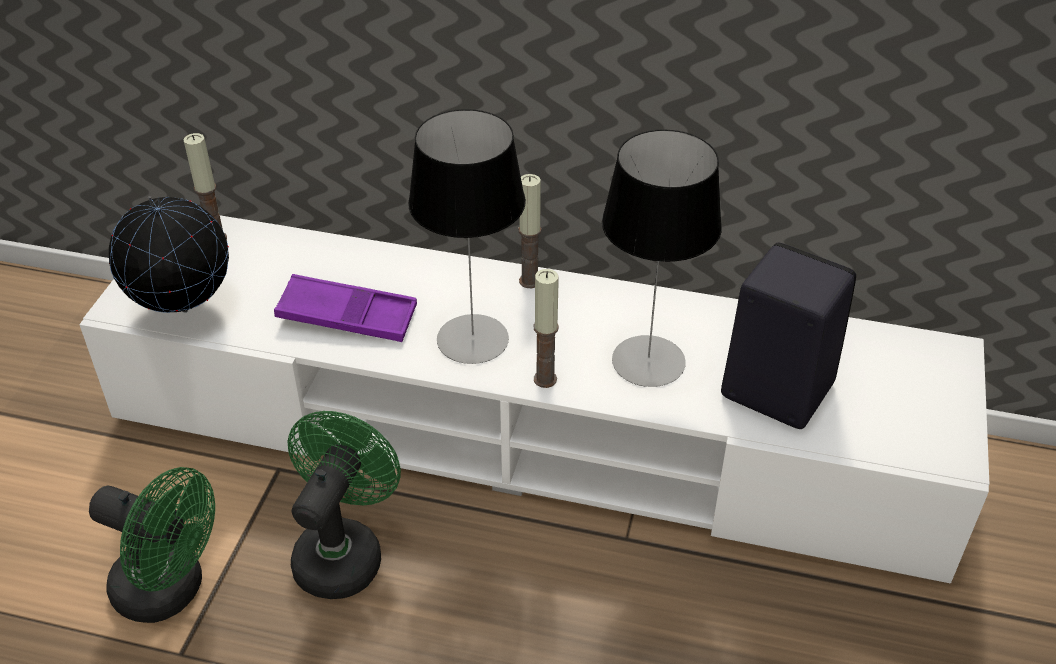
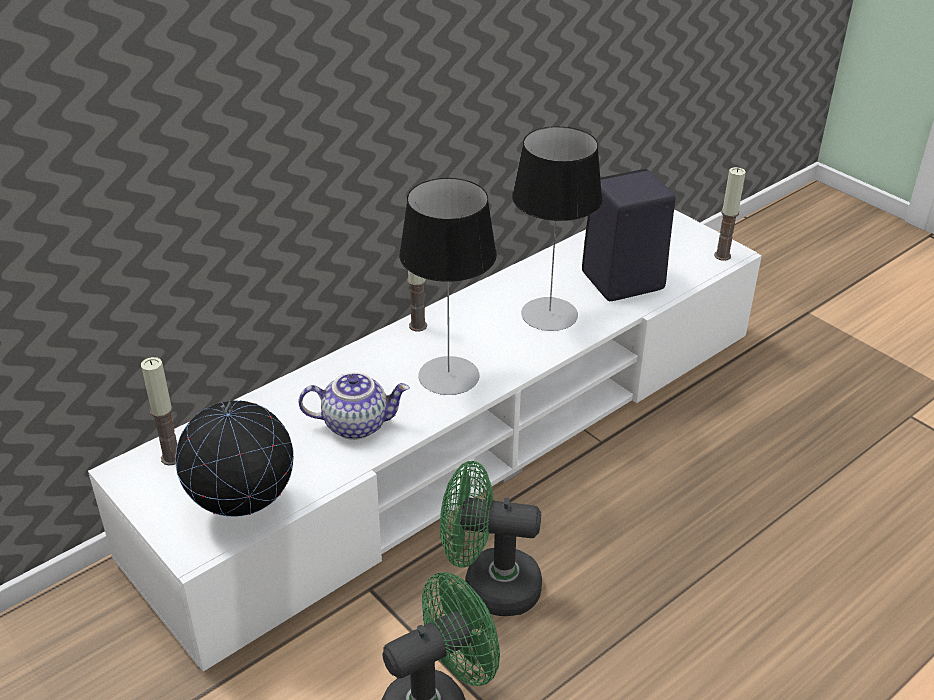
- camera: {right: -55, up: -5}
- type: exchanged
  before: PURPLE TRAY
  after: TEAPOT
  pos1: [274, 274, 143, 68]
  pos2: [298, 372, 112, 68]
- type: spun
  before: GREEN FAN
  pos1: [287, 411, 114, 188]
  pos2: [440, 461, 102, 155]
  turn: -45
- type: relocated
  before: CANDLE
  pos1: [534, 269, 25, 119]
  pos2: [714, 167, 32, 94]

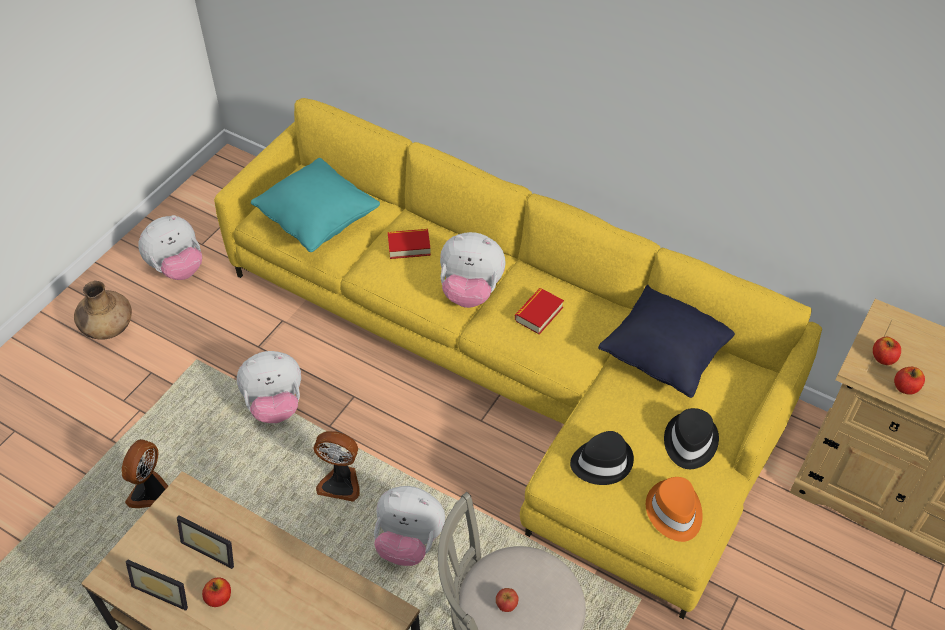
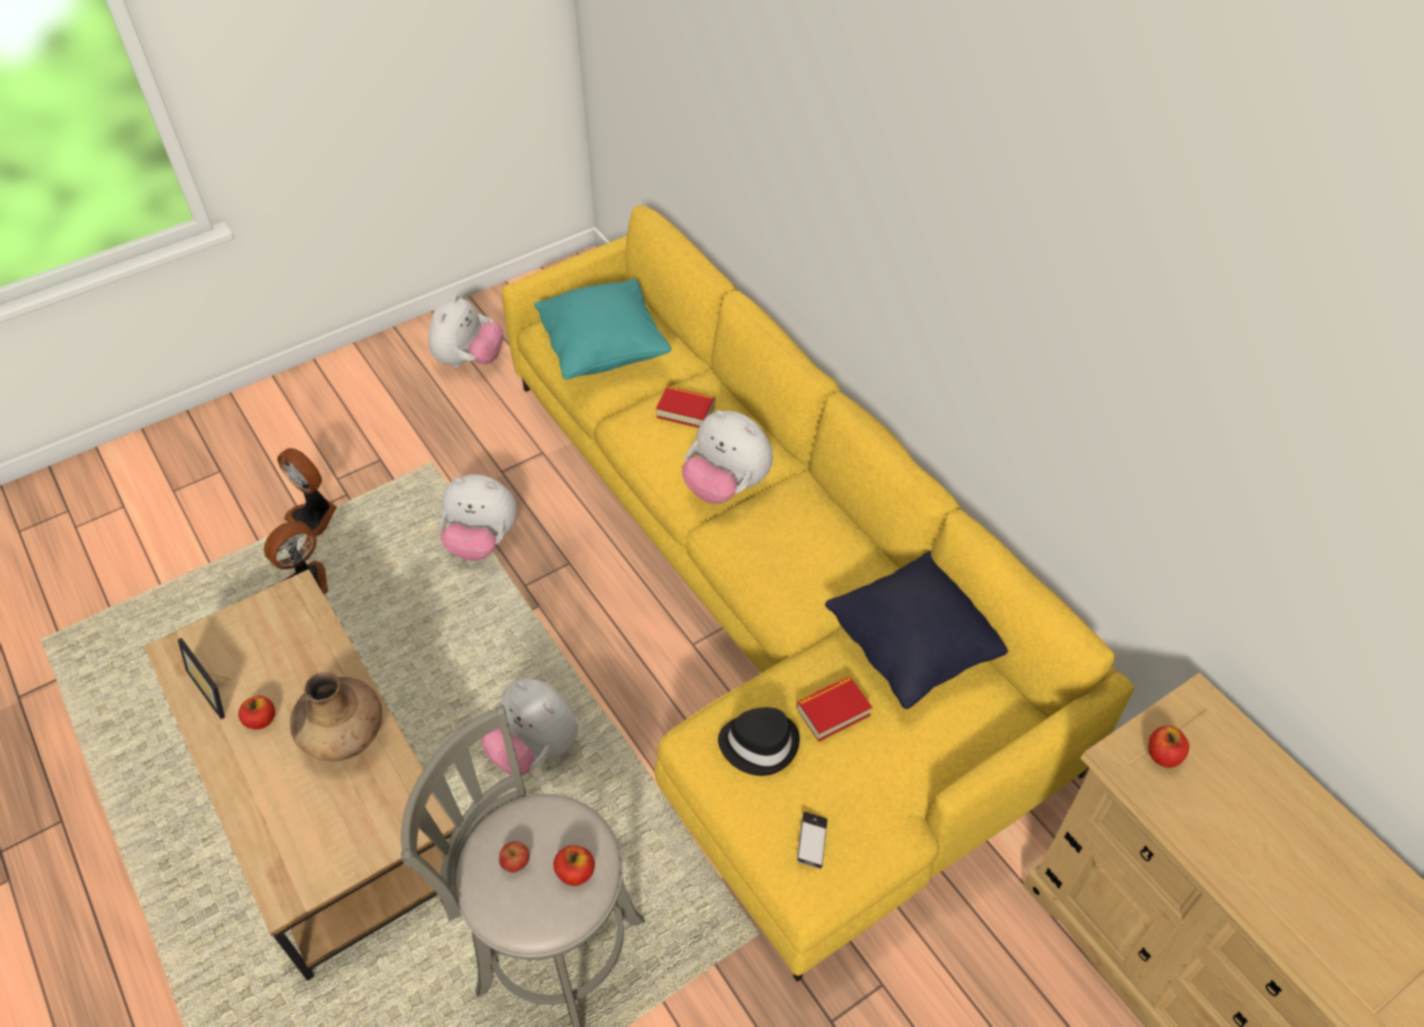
- camera: {right: 25, up: 0}
- type: relocated
  before: FAN
  pos1: [313, 431, 47, 71]
  pos2: [277, 448, 60, 88]
- type: relocated
  before: BROWN VASE
  pos1: [74, 281, 58, 59]
  pos2: [290, 672, 92, 89]
- type: spun
  before: PLUSH TOY
  pos1: [138, 215, 64, 65]
  pos2: [428, 295, 75, 72]
  turn: -60
- type: relocated
  before: APPLE
  pos1: [894, 367, 31, 27]
  pos2: [553, 845, 42, 41]
- type: relocated
  before: BOOK
  pos1: [515, 288, 49, 47]
  pos2: [796, 676, 76, 66]
- type: exchanged
  before: ORANGE HAT
  after: PHONE
  pos1: [646, 477, 57, 65]
  pos2: [797, 812, 30, 57]
- type: missing
  before: PICTURE FRAME
  pos1: [177, 515, 57, 54]
- type: missing
  before: BLACK HAT
  pos1: [664, 408, 55, 61]

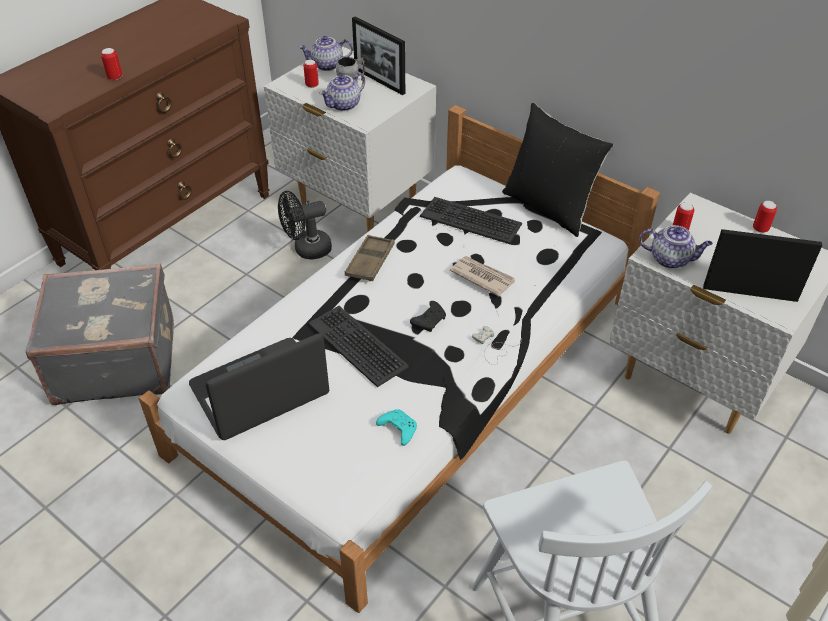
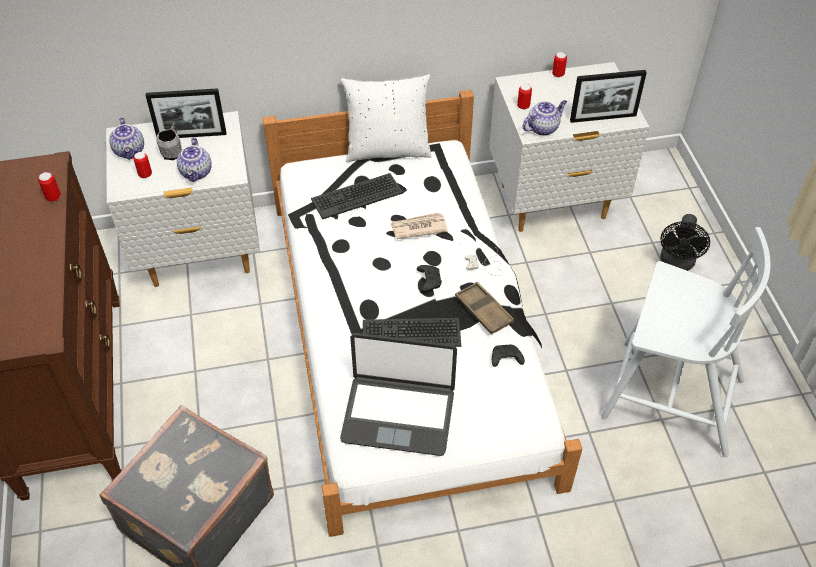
- camera: {right: -50, up: 5}
- type: relocated
  before: CAN
  pos1: [101, 48, 21, 32]
  pos2: [38, 172, 23, 30]
- type: spun
  before: TEAPOT
  pos1: [299, 36, 54, 35]
  pos2: [109, 117, 35, 43]
  turn: -45
- type: spun
  before: LAPTOP
  pos1: [189, 333, 140, 107]
  pos2: [340, 333, 117, 123]
  turn: -90
- type: colour
  before: BLACK PILLOW
  after: WHITE PILLOW
  pos1: [502, 103, 111, 134]
  pos2: [341, 74, 91, 88]
- type: relocated
  before: BROWN TRAY
  pos1: [345, 235, 50, 46]
  pos2: [455, 282, 59, 52]
- type: colour
  before: TURQUOISE GAME CONTROLLER
  after: BLACK GAME CONTROLLER
  pos1: [376, 409, 41, 37]
  pos2: [492, 345, 33, 22]
- type: spun
  before: PICTURE FRAME
  pos1: [703, 229, 119, 73]
  pos2: [570, 70, 77, 53]
  turn: -150
- type: relocated
  before: BLACK FAN
  pos1: [278, 191, 54, 69]
  pos2: [660, 214, 50, 57]

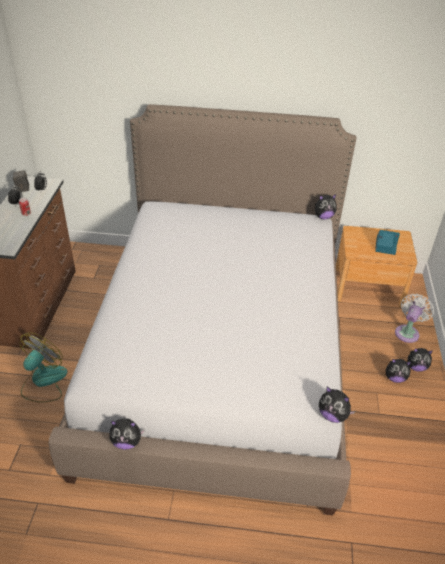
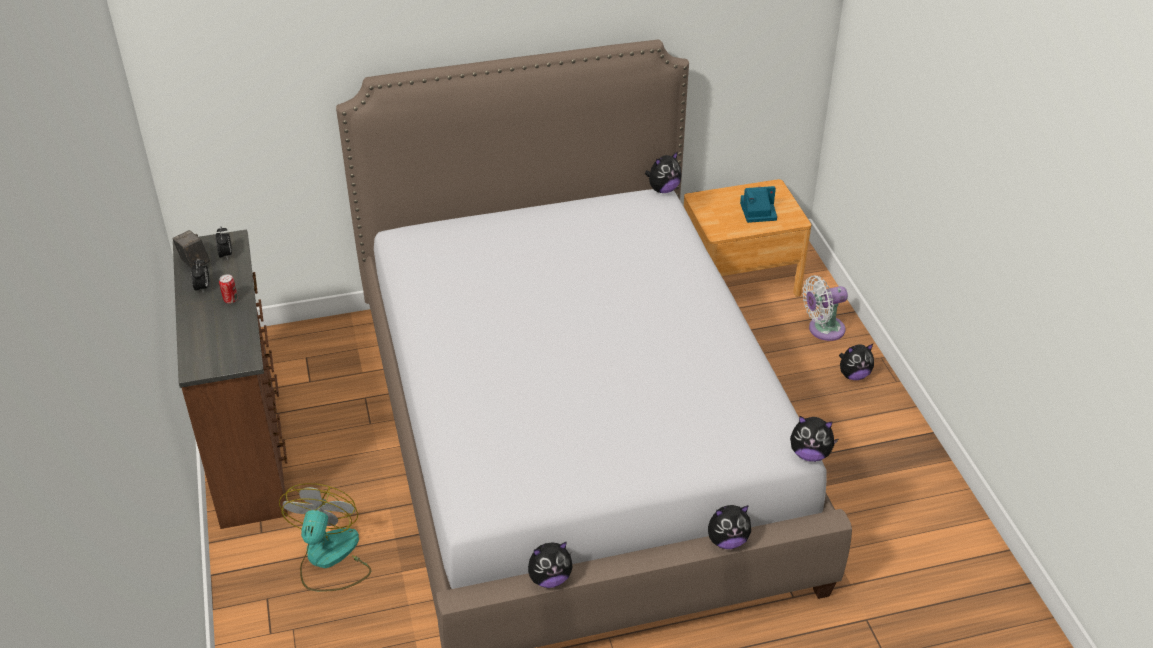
- camera: {right: -20, up: 0}
- type: relocated
  before: PLUSH TOY
  pos1: [386, 359, 25, 24]
  pos2: [708, 505, 43, 44]
- type: spun
  before: WHITE FAN
  pos1: [395, 294, 39, 49]
  pos2: [802, 275, 46, 66]
  turn: -120

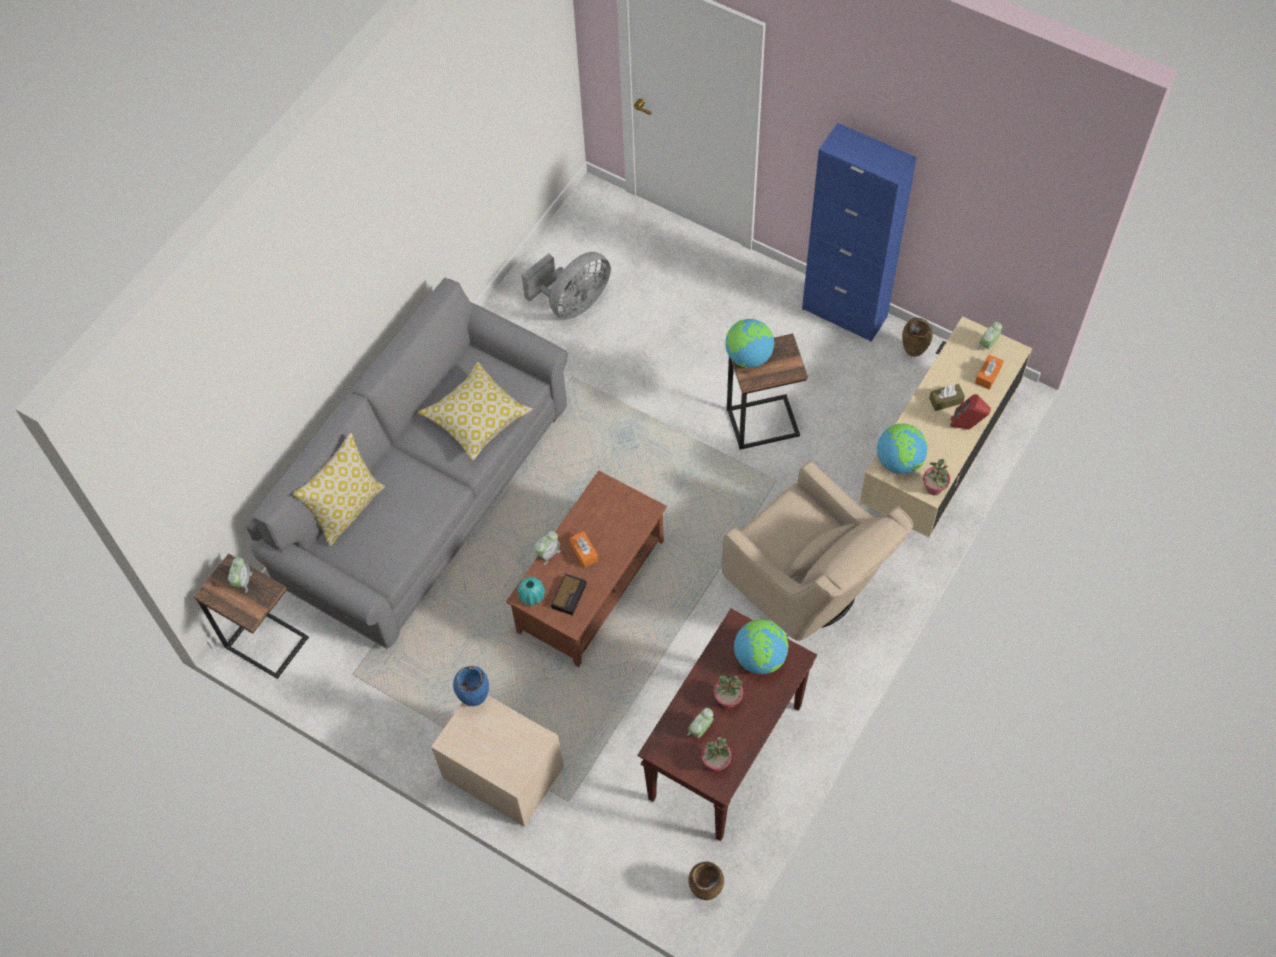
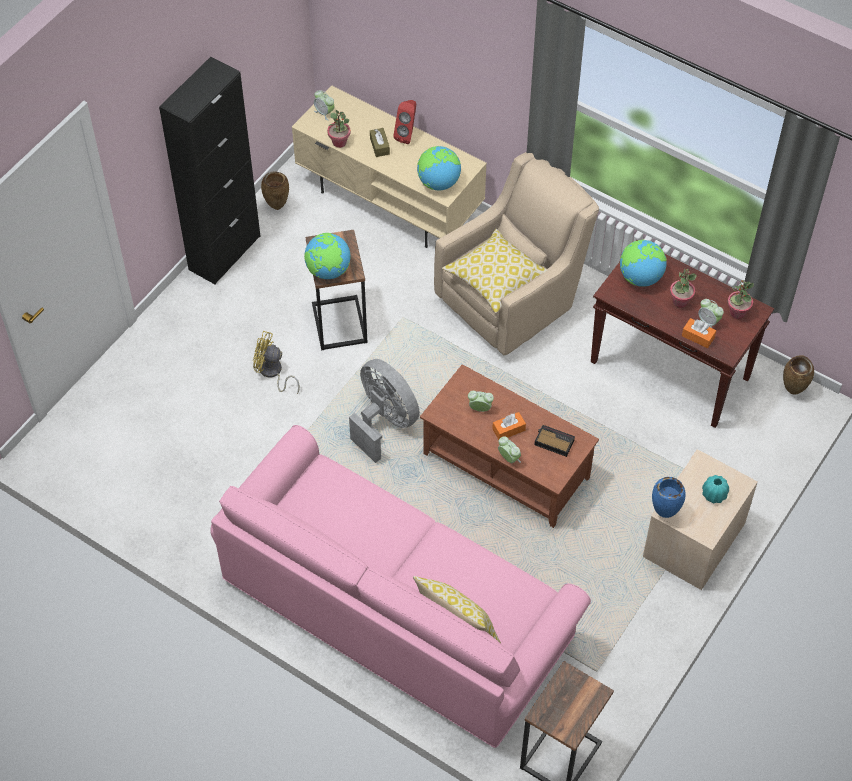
- camera: {right: -90, up: -5}
- type: colour
  before: BLUE CABINET
  after: BLACK CABINET
  pos1: [802, 123, 115, 219]
  pos2: [159, 57, 101, 228]
- type: colour
  before: GREY SOFA
  after: PINK SOFA
  pos1: [246, 278, 322, 371]
  pos2: [210, 425, 381, 323]
- type: appeared
  after: YELLOW FAN
  pos2: [253, 331, 47, 63]
- type: relocated
  before: POTTED PLANT
  pos1: [923, 459, 27, 36]
  pos2: [327, 110, 24, 38]
- type: relocated
  before: GREY FAN
  pos1: [521, 252, 90, 67]
  pos2: [349, 359, 71, 104]
- type: relocated
  before: PILLOW
  pos1: [418, 362, 114, 99]
  pos2: [442, 229, 105, 84]
- type: relocated
  before: ALARM CLOCK
  pos1: [228, 557, 24, 36]
  pos2: [468, 391, 26, 21]
- type: relocated
  before: ORANGE TISSUE BOX
  pos1: [975, 355, 28, 35]
  pos2: [682, 318, 34, 30]
- type: relocated
  before: TURQUOISE VASE
  pos1: [518, 577, 27, 29]
  pos2: [702, 475, 27, 28]

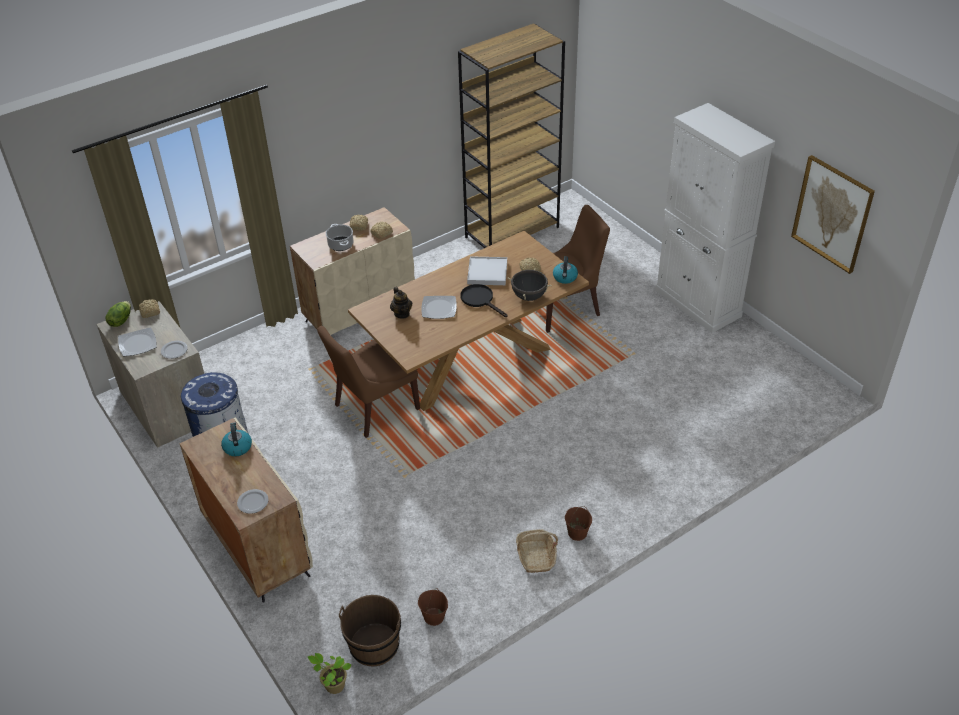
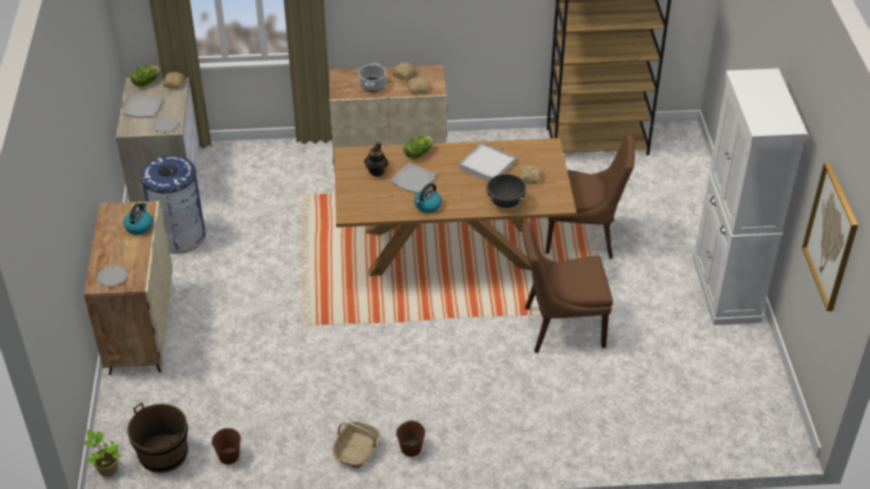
- camera: {right: 30, up: 0}
- type: appeared
  after: LETTUCE
  pos2: [403, 136, 30, 23]
- type: relocated
  before: KETTLE
  pos1: [553, 256, 25, 28]
  pos2: [414, 183, 28, 30]
- type: relocated
  before: BROWN CHAIR
  pos1: [317, 326, 103, 112]
  pos2: [522, 222, 91, 131]
- type: missing
  before: BLACK FRYING PAN
  pos1: [460, 284, 48, 33]

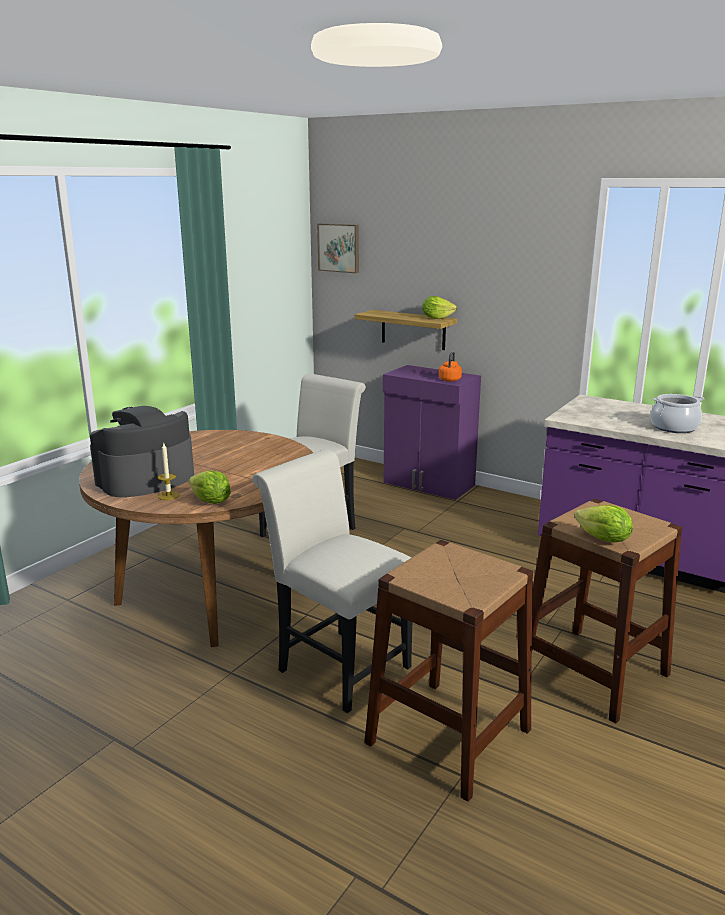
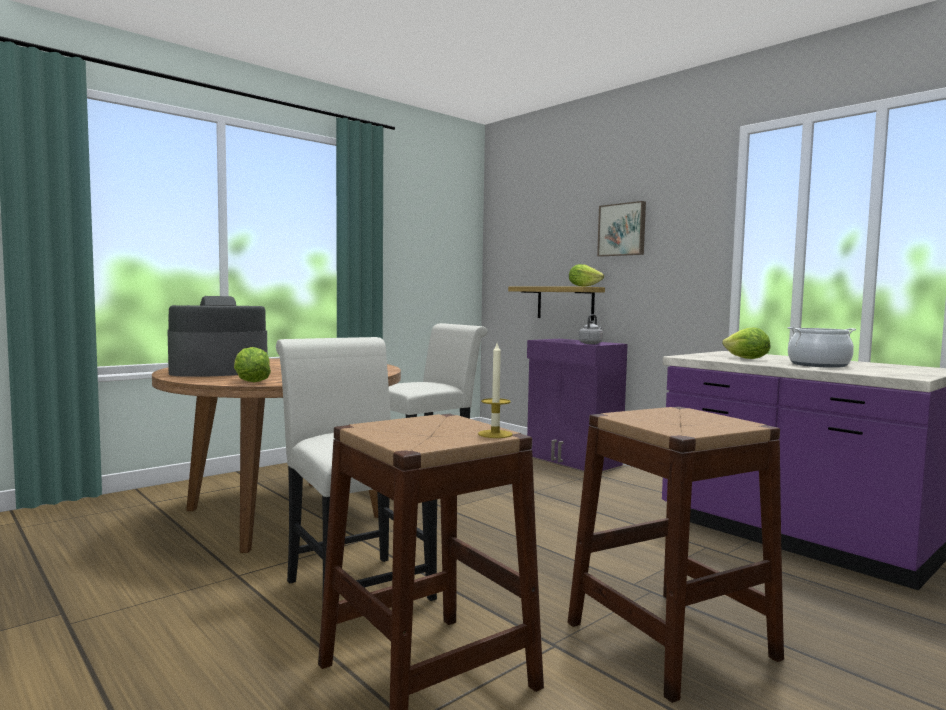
- camera: {right: 15, up: -15}
- type: relocated
  before: CANDLE
  pos1: [158, 442, 22, 58]
  pos2: [478, 343, 34, 95]
- type: colour
  before: ORANGE KETTLE
  after: GREY KETTLE
  pos1: [438, 352, 24, 30]
  pos2: [579, 314, 24, 30]
- type: relocated
  before: PICTURE
  pos1: [317, 223, 42, 50]
  pos2: [597, 201, 49, 55]
- type: relocated
  before: LETTUCE
  pos1: [574, 505, 59, 38]
  pos2: [722, 328, 48, 31]

